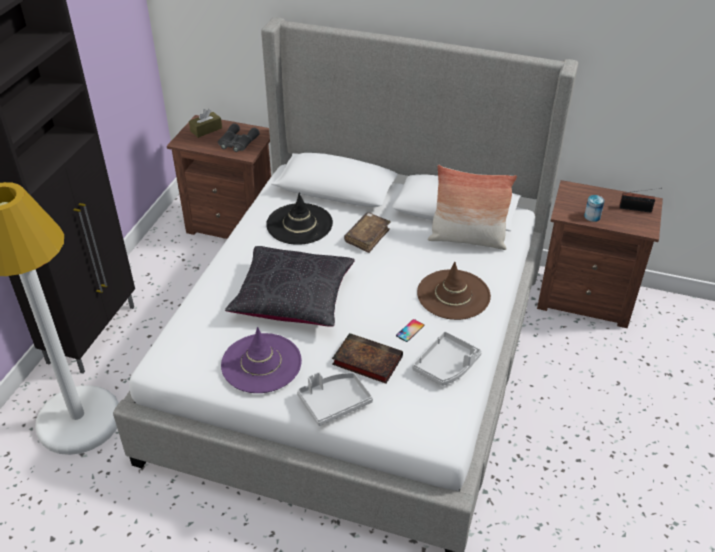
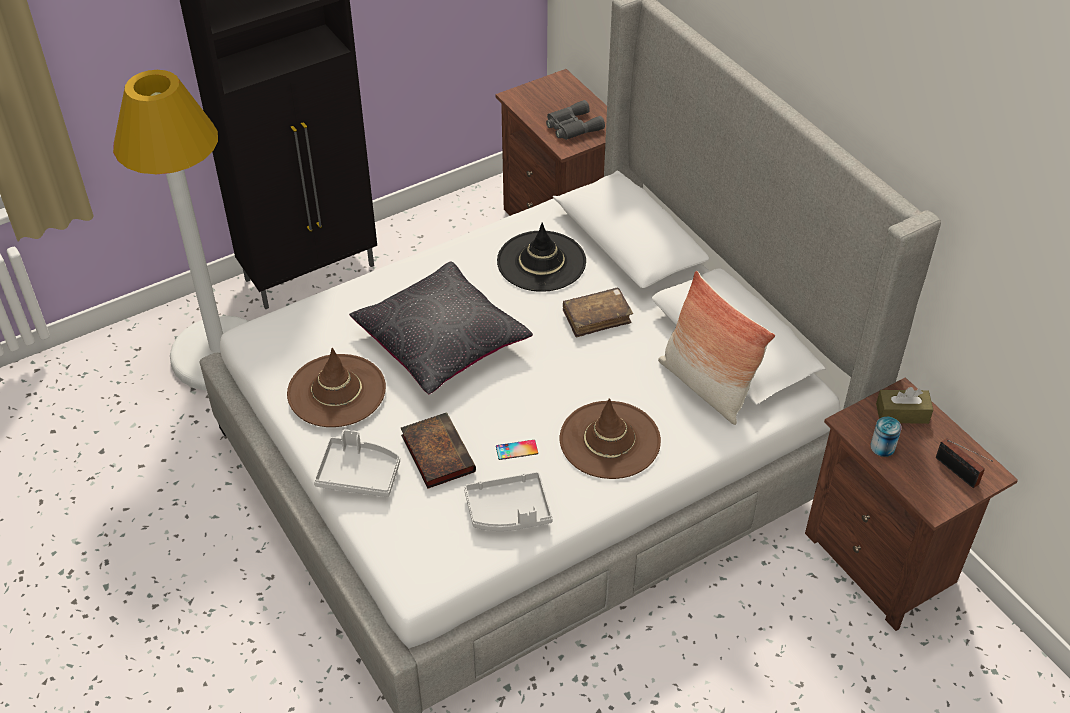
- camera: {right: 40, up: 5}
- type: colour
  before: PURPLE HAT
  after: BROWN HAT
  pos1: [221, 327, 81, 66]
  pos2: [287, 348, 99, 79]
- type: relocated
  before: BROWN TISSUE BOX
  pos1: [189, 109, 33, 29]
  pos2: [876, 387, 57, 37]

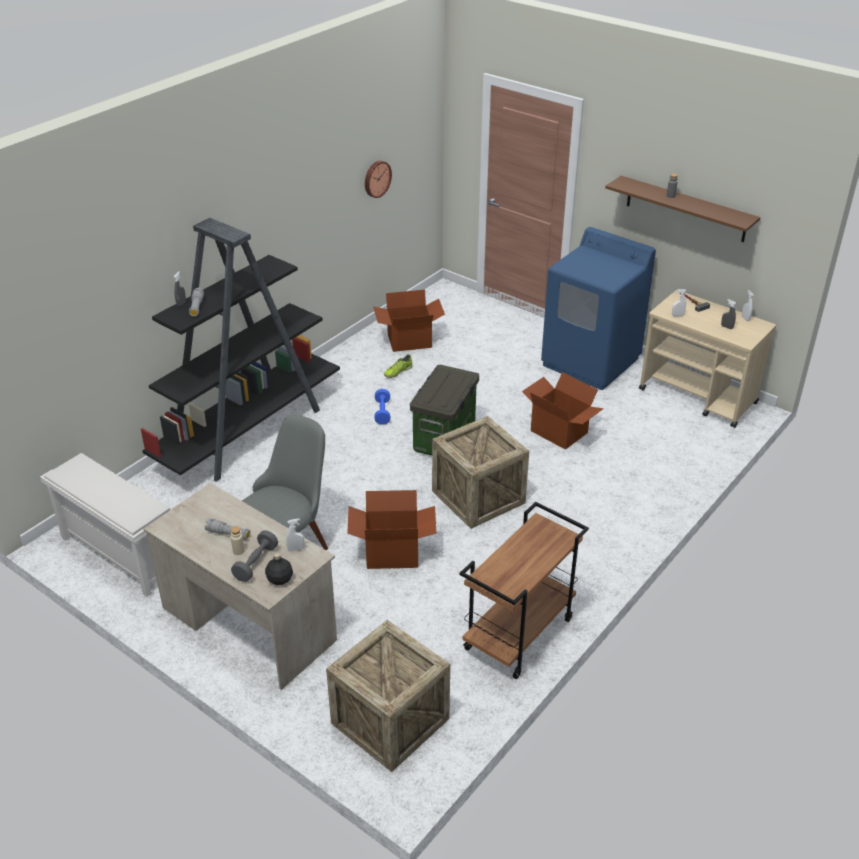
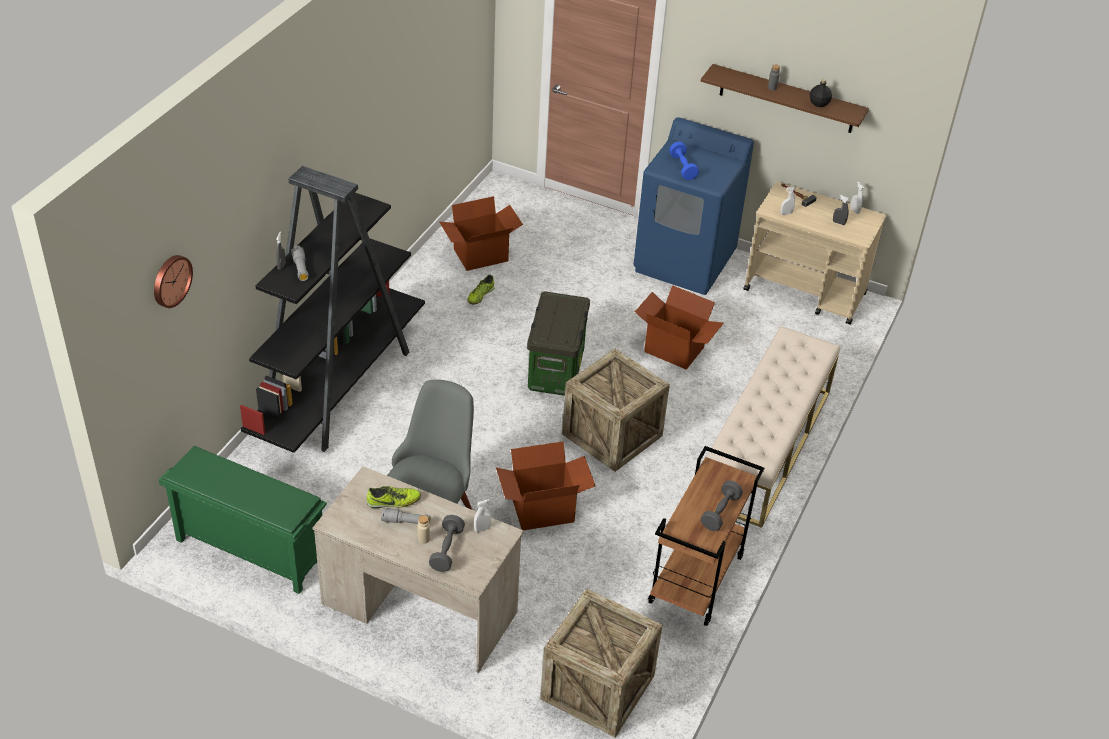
- camera: {right: -15, up: 5}
- type: relocated
  before: WALL CLOCK
  pos1: [365, 161, 27, 37]
  pos2: [154, 255, 39, 53]
- type: colour
  before: WHITE SHOE RACK
  after: GREEN SHOE RACK
  pos1: [40, 453, 130, 144]
  pos2: [159, 446, 168, 148]
- type: appeared
  after: SHOE
  pos2: [367, 486, 54, 22]
- type: relocated
  before: BLUE DUMBBELL
  pos1: [374, 389, 16, 36]
  pos2: [669, 142, 30, 38]
- type: appeared
  after: GREY DUMBBELL
  pos2: [701, 480, 42, 51]
- type: appeared
  after: BEIGE BENCH
  pos2: [706, 326, 134, 202]
- type: relocated
  before: BLACK BOTTLE
  pos1: [265, 553, 28, 32]
  pos2: [810, 79, 22, 28]

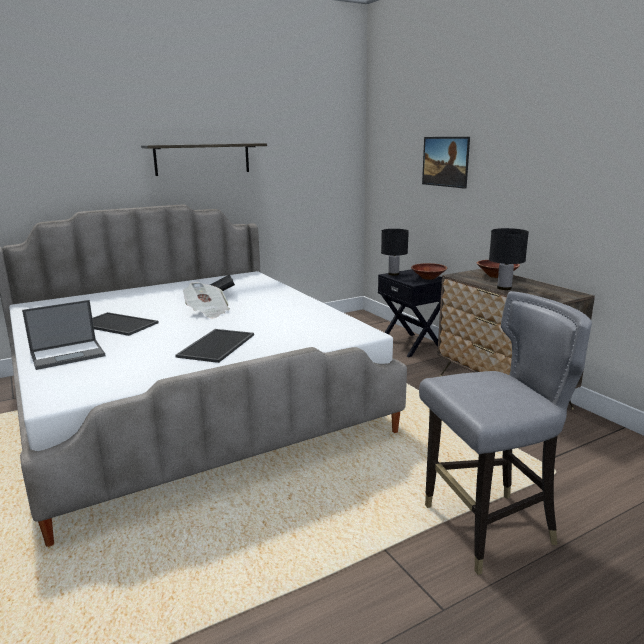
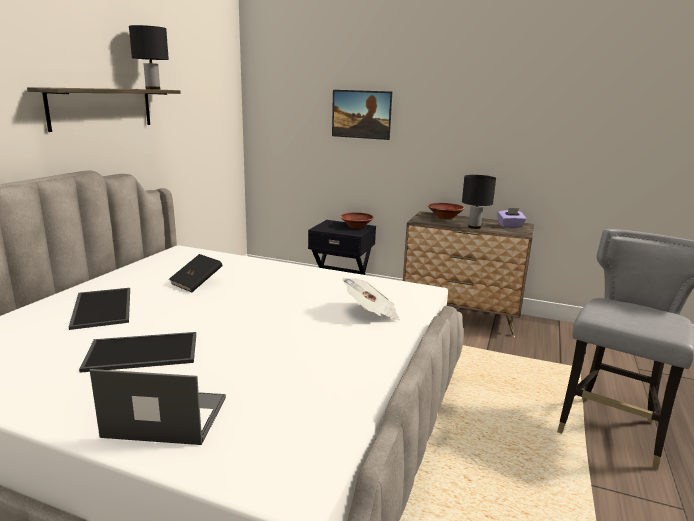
- camera: {right: -40, up: 0}
- type: relocated
  before: TRAY
  pos1: [175, 329, 79, 34]
  pos2: [69, 288, 61, 42]
- type: spun
  before: LAPTOP
  pos1: [22, 300, 83, 70]
  pos2: [90, 369, 136, 76]
  turn: -105
- type: relocated
  before: BLACK TABLE LAMP
  pos1: [381, 229, 28, 47]
  pos2: [129, 25, 40, 65]
- type: relocated
  before: NEWSPAPER
  pos1: [183, 282, 47, 37]
  pos2: [342, 278, 58, 42]
- type: appeared
  after: PURPLE TISSUE BOX
  pos2: [497, 208, 29, 20]

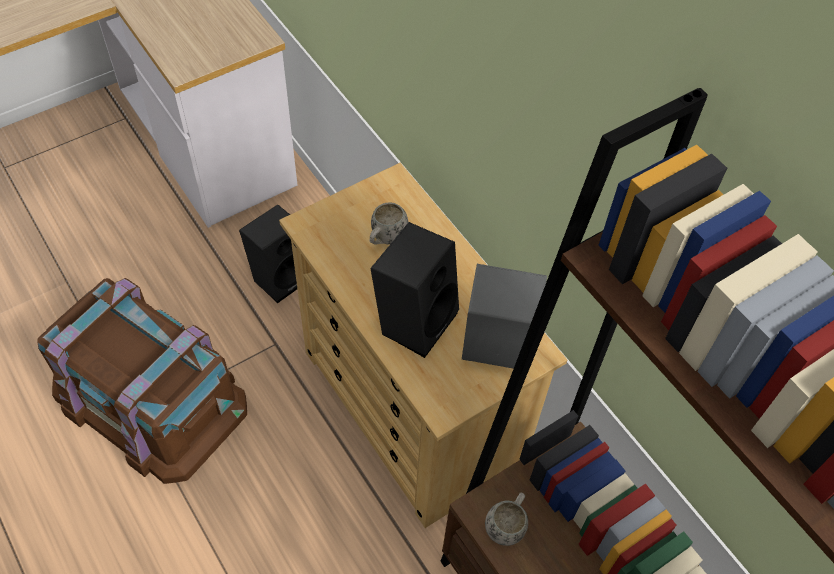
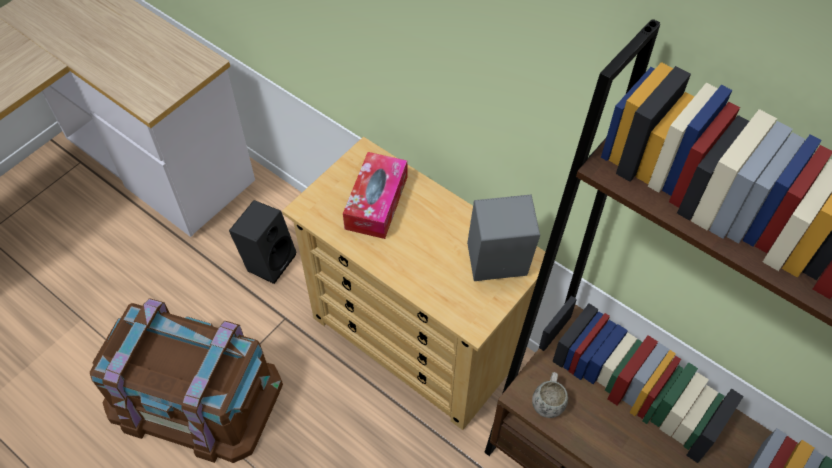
- camera: {right: -15, up: 0}
- type: exchanged
  before: WHITE MUG
  after: TISSUE BOX
  pos1: [369, 202, 39, 43]
  pos2: [343, 152, 65, 87]
- type: missing
  before: BLACK SPEAKER
  pos1: [370, 222, 89, 136]

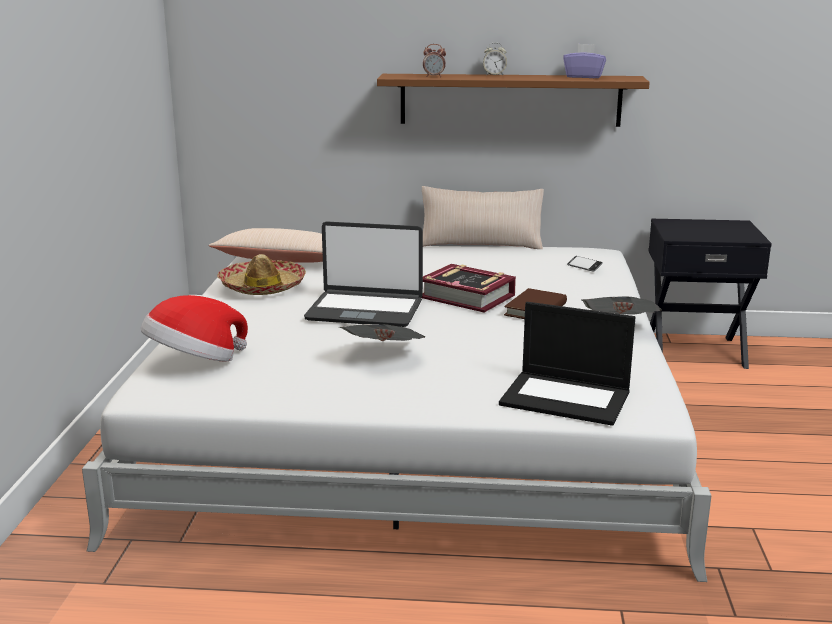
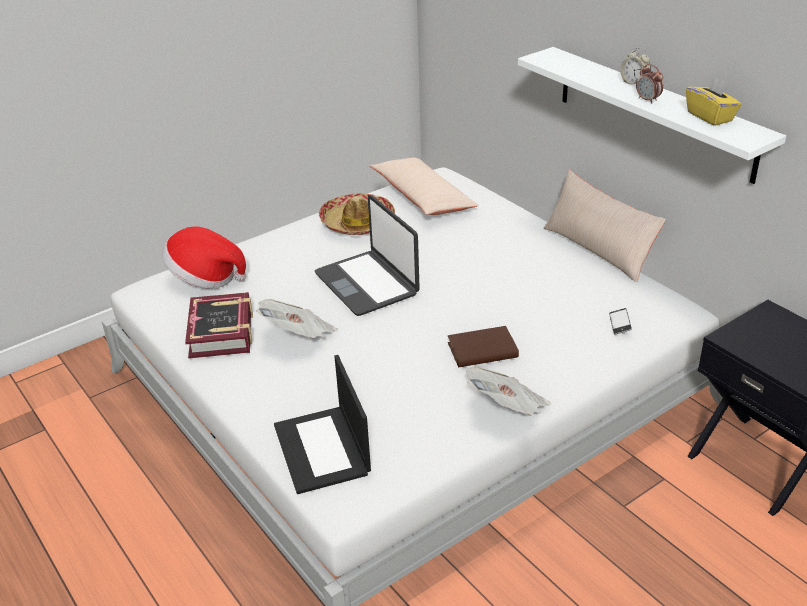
- camera: {right: 50, up: 15}
- type: relocated
  before: BOOK
  pos1: [421, 264, 95, 49]
  pos2: [185, 292, 68, 67]
- type: colour
  before: BROWN SHELF
  after: WHITE SHELF
  pos1: [377, 74, 273, 53]
  pos2: [518, 47, 268, 137]
- type: relocated
  before: ALARM CLOCK
  pos1: [423, 44, 23, 33]
  pos2: [636, 64, 27, 40]
- type: colour
  before: PURPLE TISSUE BOX
  after: YELLOW TISSUE BOX
  pos1: [563, 44, 43, 34]
  pos2: [686, 76, 56, 50]

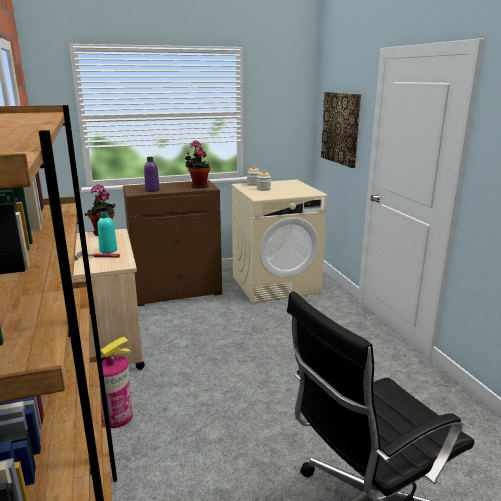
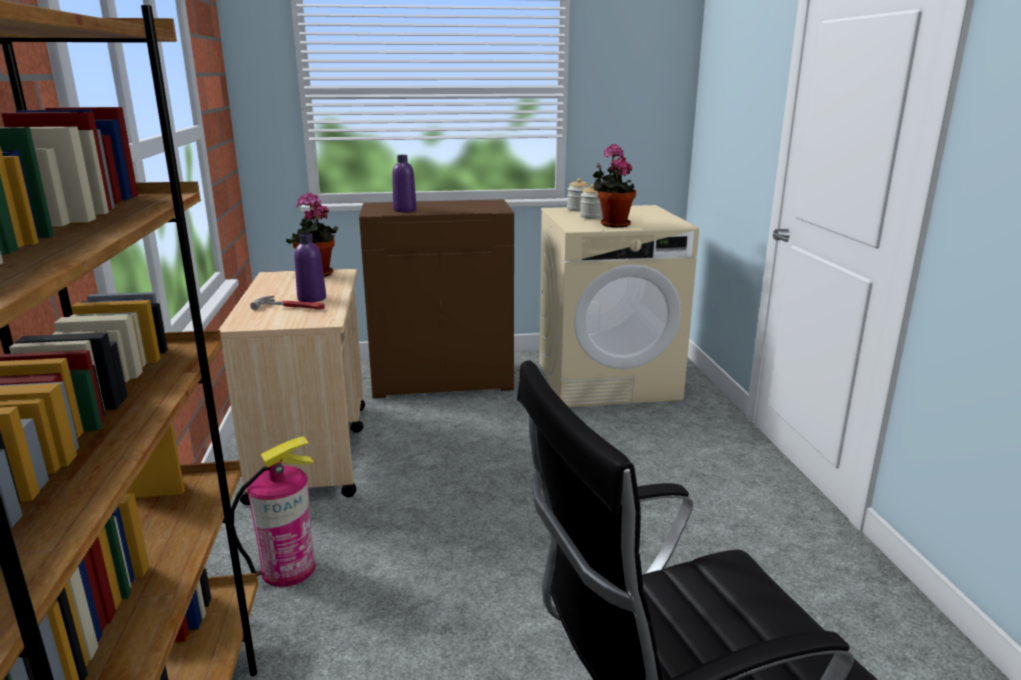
- camera: {right: 10, up: 0}
- type: colour
  before: TURQUOISE BOTTLE
  after: PURPLE BOTTLE
  pos1: [97, 211, 20, 42]
  pos2: [294, 233, 32, 69]
- type: relocated
  before: POTTED PLANT
  pos1: [185, 140, 25, 48]
  pos2: [593, 144, 43, 84]
- type: missing
  before: PICTURE
  pos1: [321, 92, 40, 76]

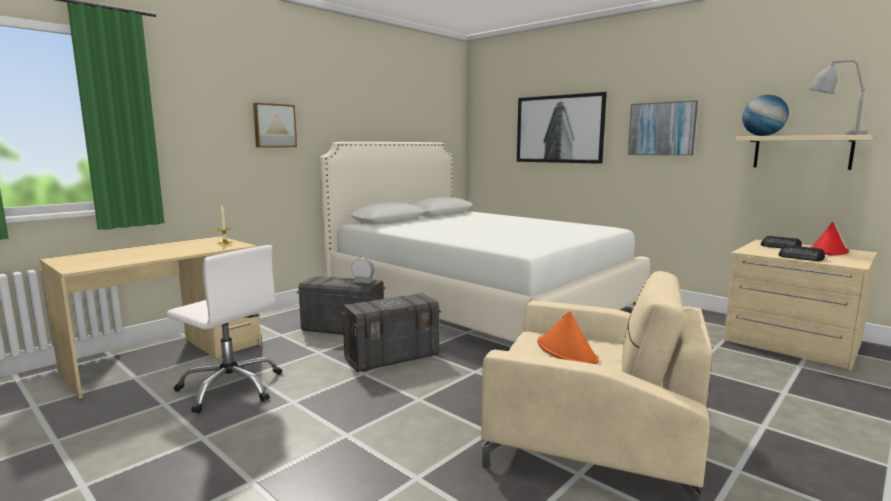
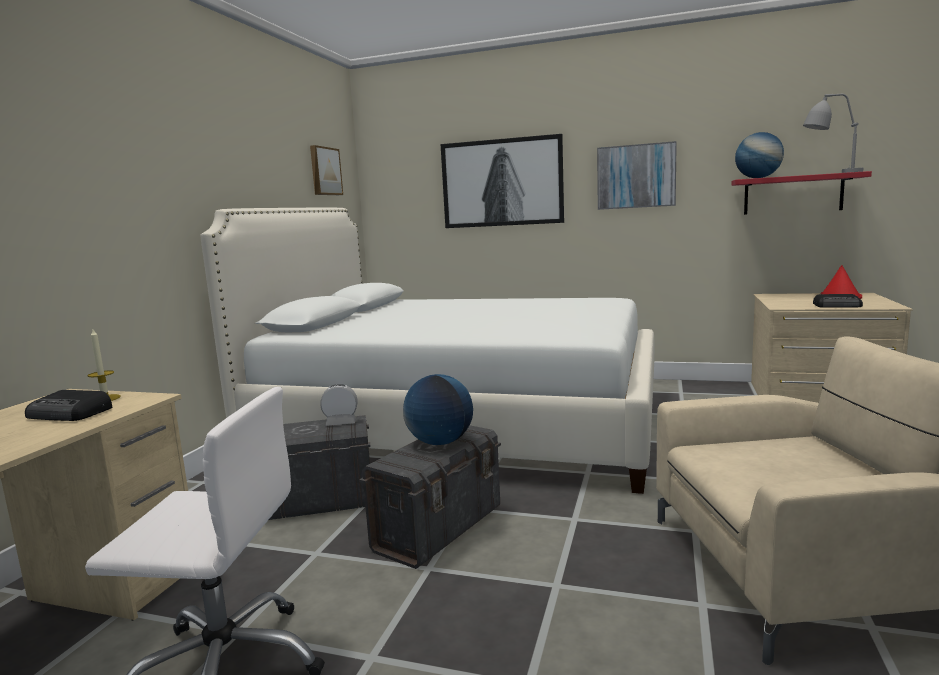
- camera: {right: -25, up: 0}
- type: relocated
  before: RADIO
  pos1: [761, 236, 41, 12]
  pos2: [25, 390, 87, 31]
- type: relocated
  before: PICTURE
  pos1: [253, 103, 44, 44]
  pos2: [310, 145, 33, 50]
- type: appeared
  after: GLOBE
  pos2: [403, 374, 70, 71]
- type: colour
  before: BEIGE SHELF
  after: RED SHELF
  pos1: [736, 135, 137, 35]
  pos2: [731, 171, 141, 44]
- type: missing
  before: ORANGE HAT
  pos1: [537, 311, 62, 53]

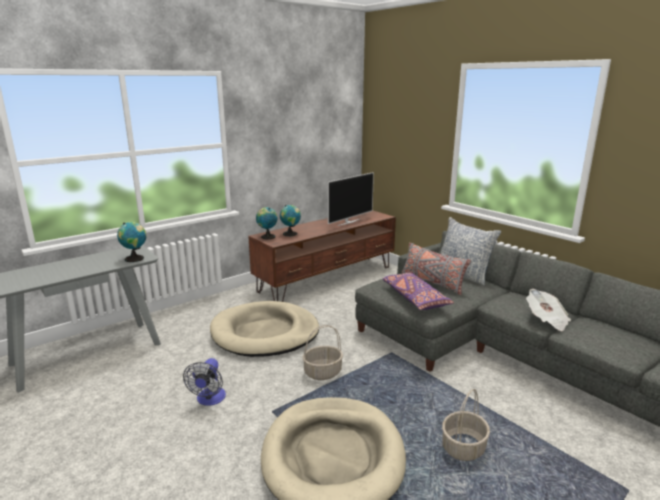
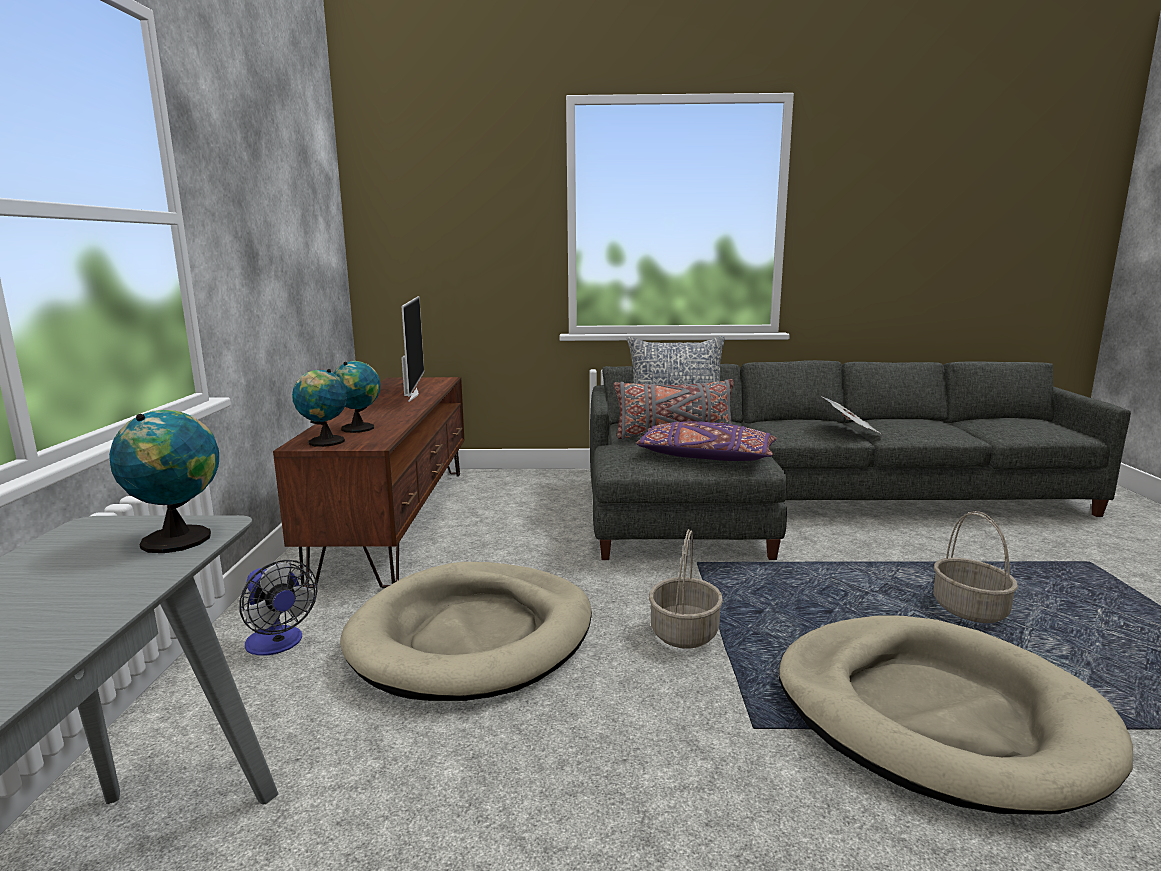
- camera: {right: -50, up: -5}
- type: relocated
  before: FAN
  pos1: [183, 358, 43, 48]
  pos2: [239, 560, 78, 96]

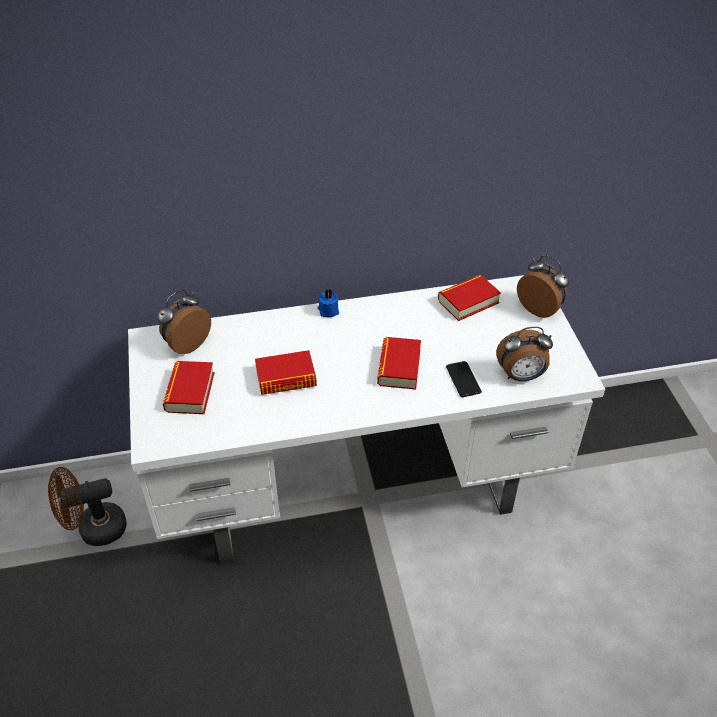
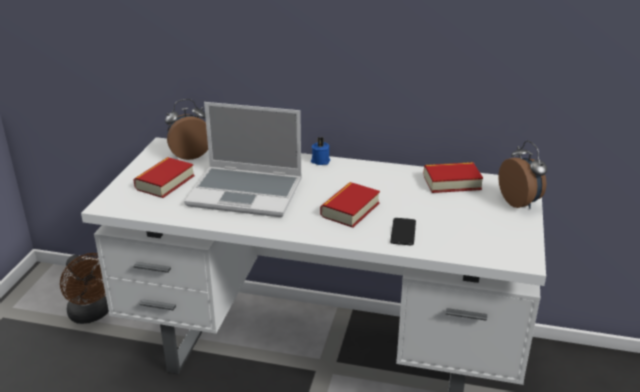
- camera: {right: 25, up: -15}
- type: spun
  before: BROWN FAN
  pos1: [48, 467, 79, 79]
  pos2: [60, 253, 49, 71]
  turn: -135
- type: exchanged
  before: BOOK
  after: LAPTOP
  pos1: [255, 350, 62, 45]
  pos2: [184, 102, 118, 115]
- type: missing
  before: ALARM CLOCK
  pos1: [496, 327, 57, 54]

